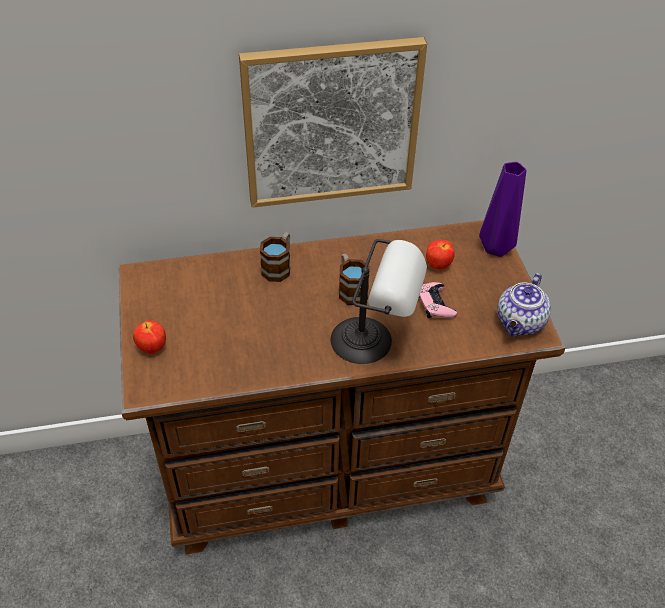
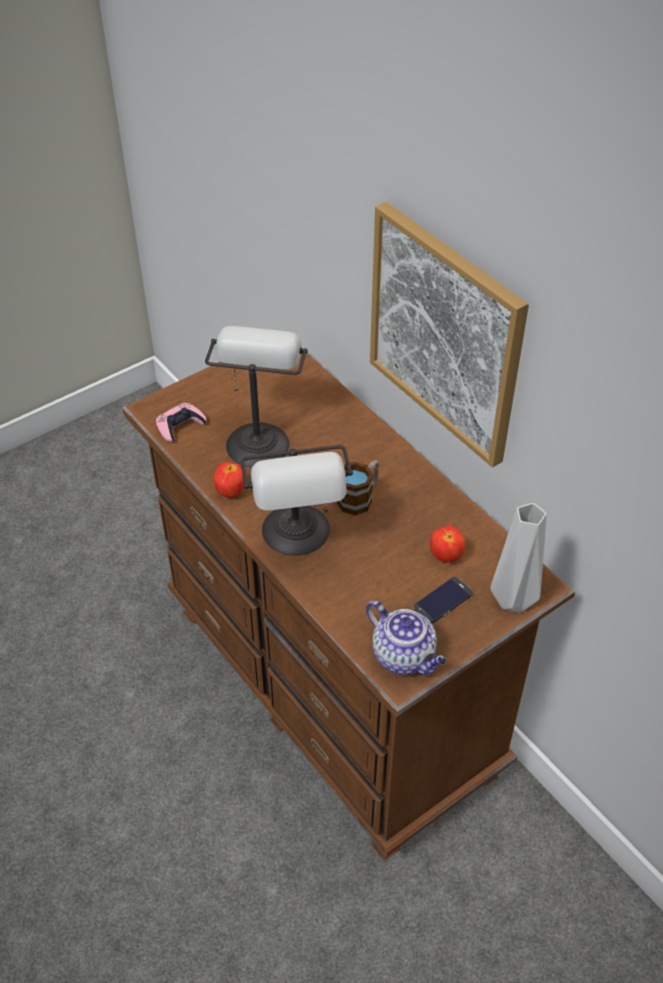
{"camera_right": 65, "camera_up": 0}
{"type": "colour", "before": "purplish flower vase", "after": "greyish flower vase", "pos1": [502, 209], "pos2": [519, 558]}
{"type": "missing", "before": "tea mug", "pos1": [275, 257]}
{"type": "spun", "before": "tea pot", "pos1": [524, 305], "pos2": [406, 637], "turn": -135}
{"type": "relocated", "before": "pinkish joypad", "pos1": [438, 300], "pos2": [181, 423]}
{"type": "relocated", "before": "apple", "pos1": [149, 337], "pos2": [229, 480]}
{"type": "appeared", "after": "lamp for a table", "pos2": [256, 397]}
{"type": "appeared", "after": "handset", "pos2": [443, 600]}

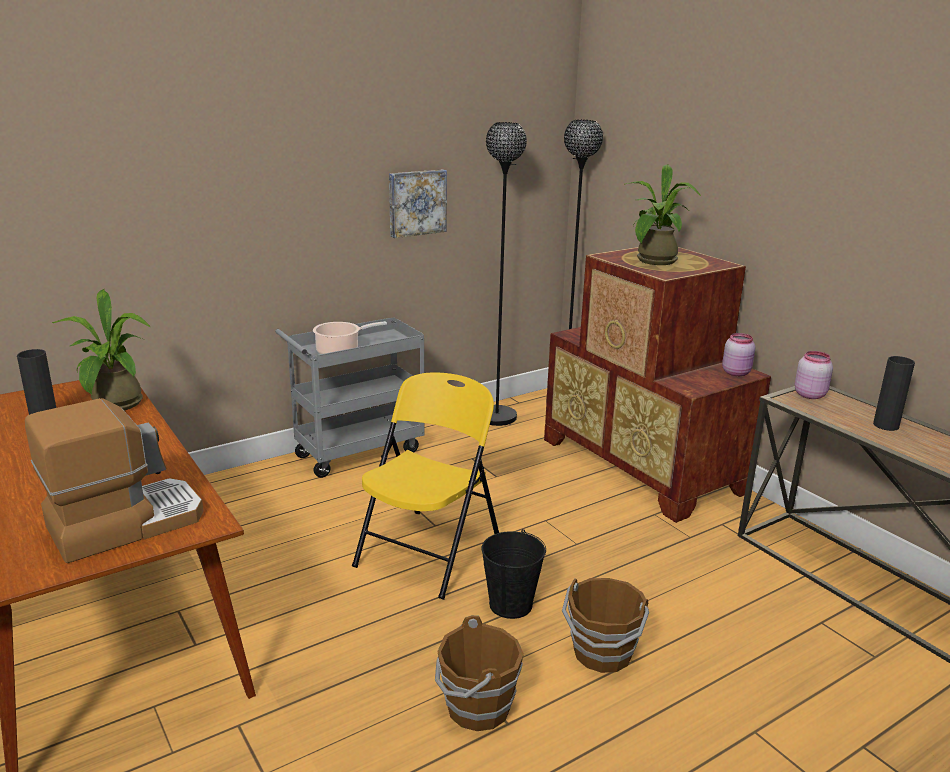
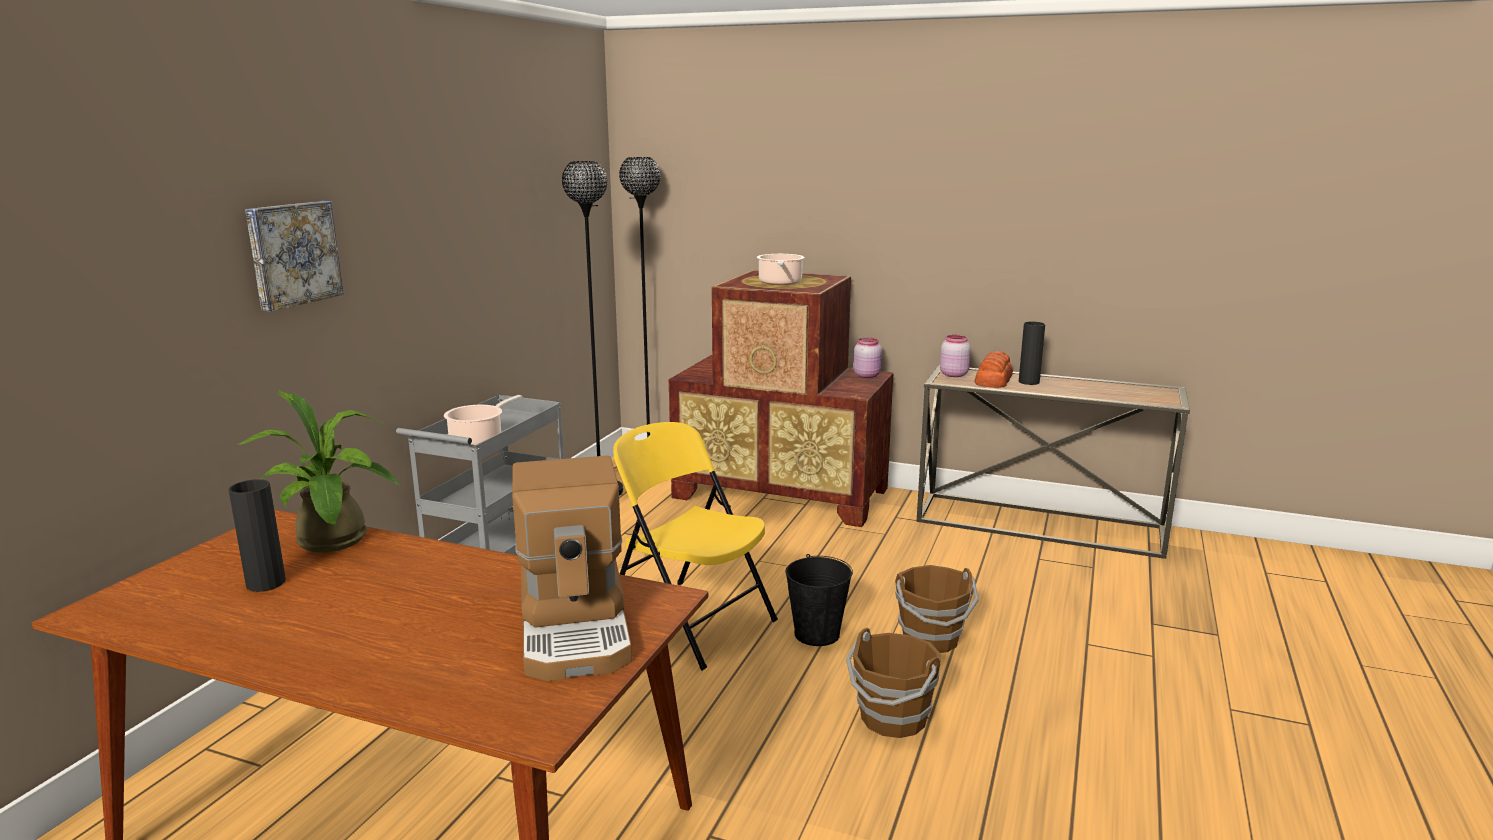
{"camera_right": -35, "camera_up": -5}
{"type": "exchanged", "before": "potted plant", "after": "stockpot", "pos1": [663, 214], "pos2": [781, 269]}
{"type": "relocated", "before": "wall art", "pos1": [418, 203], "pos2": [294, 256]}
{"type": "spun", "before": "yellow-coloured upright chair", "pos1": [425, 486], "pos2": [695, 546], "turn": -45}
{"type": "spun", "before": "coffee maker", "pos1": [114, 480], "pos2": [572, 568], "turn": 150}
{"type": "appeared", "after": "baked bread", "pos2": [993, 369]}

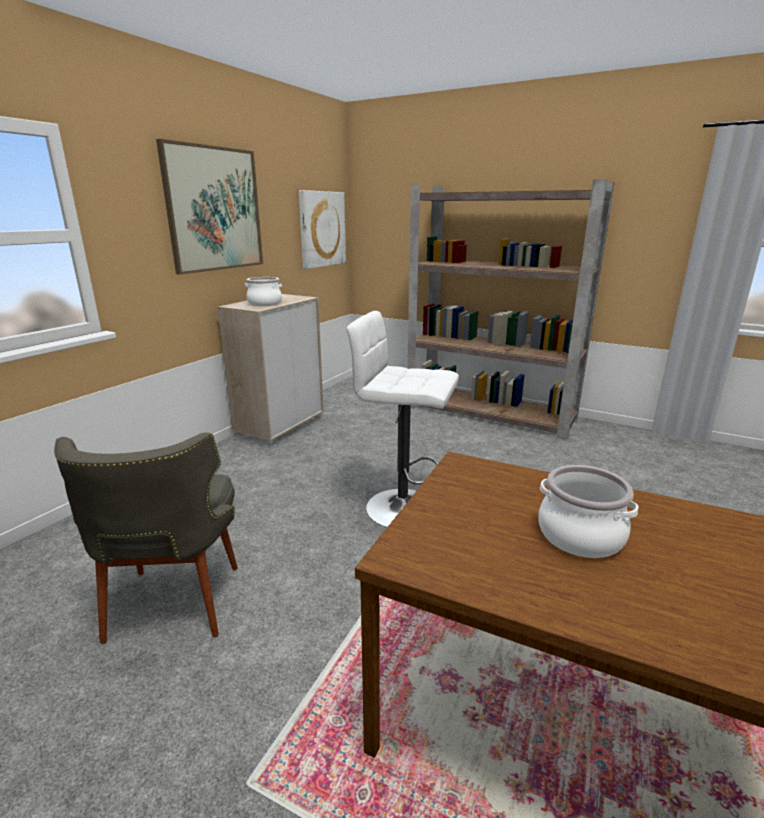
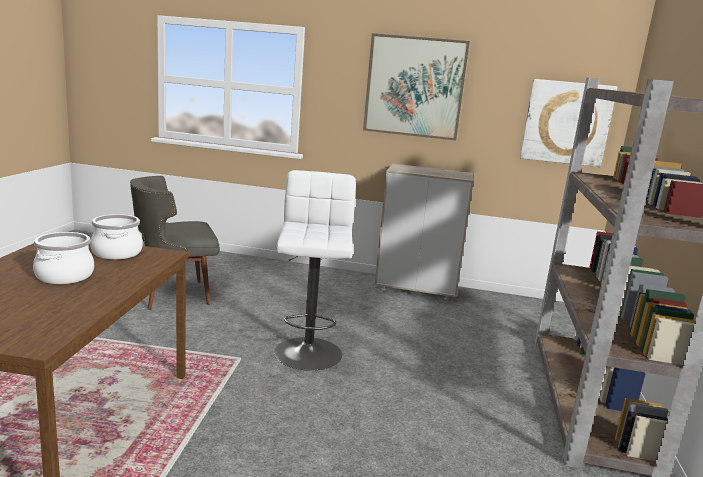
{"camera_right": 70, "camera_up": -5}
{"type": "relocated", "before": "stockpot", "pos1": [263, 291], "pos2": [116, 237]}

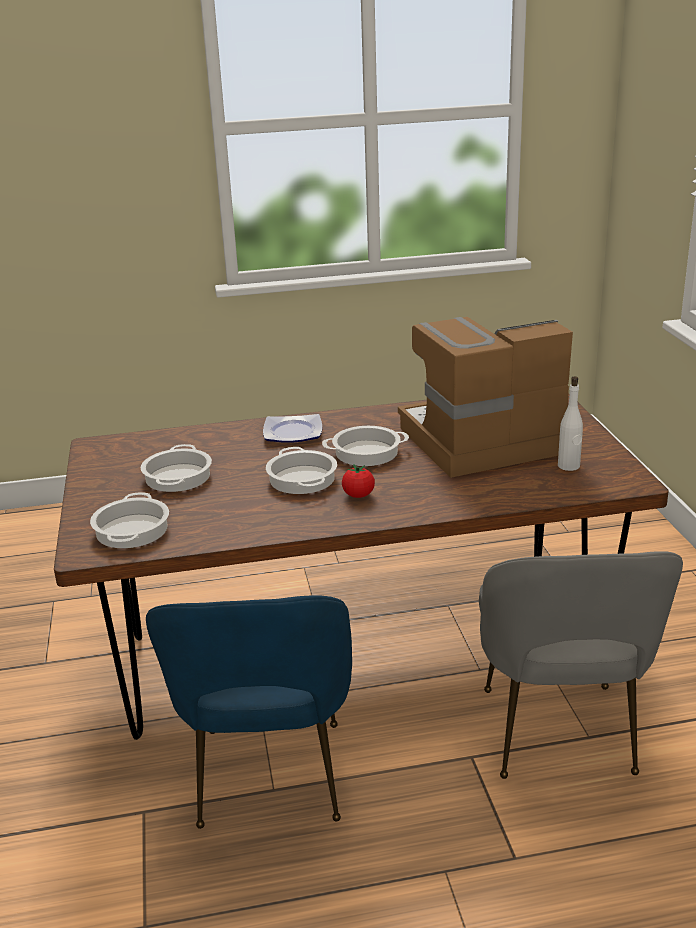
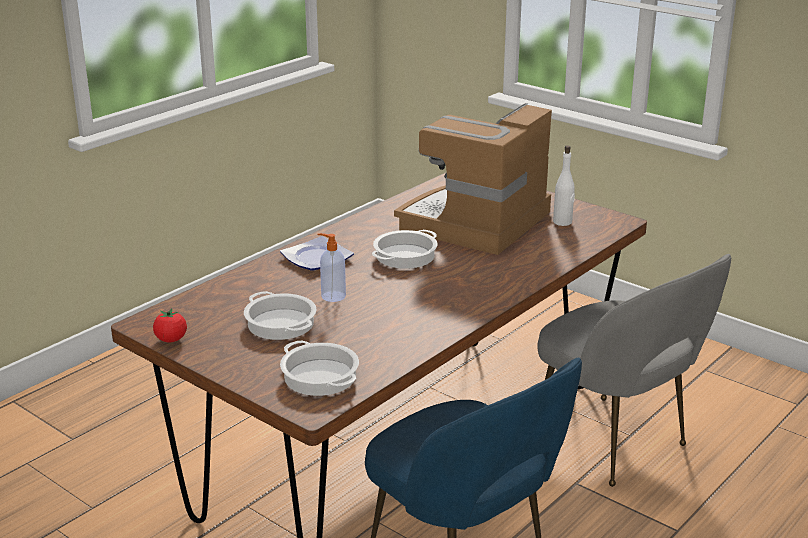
{"camera_right": -40, "camera_up": 0}
{"type": "missing", "before": "stockpot", "pos1": [301, 470]}
{"type": "relocated", "before": "fresh tomato", "pos1": [358, 481], "pos2": [170, 325]}
{"type": "appeared", "after": "soap dispenser", "pos2": [332, 267]}

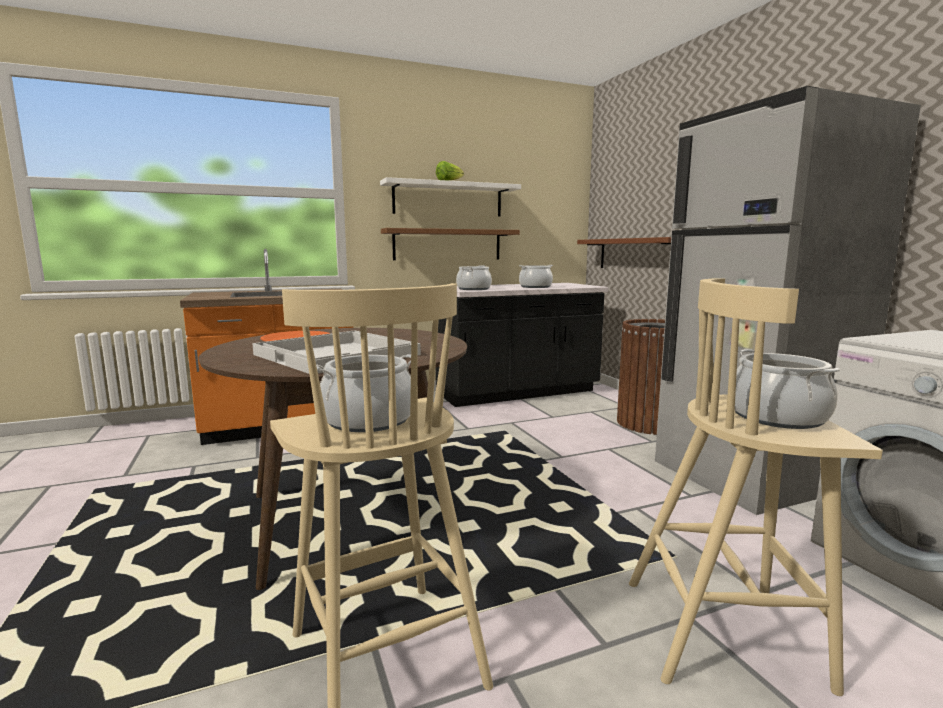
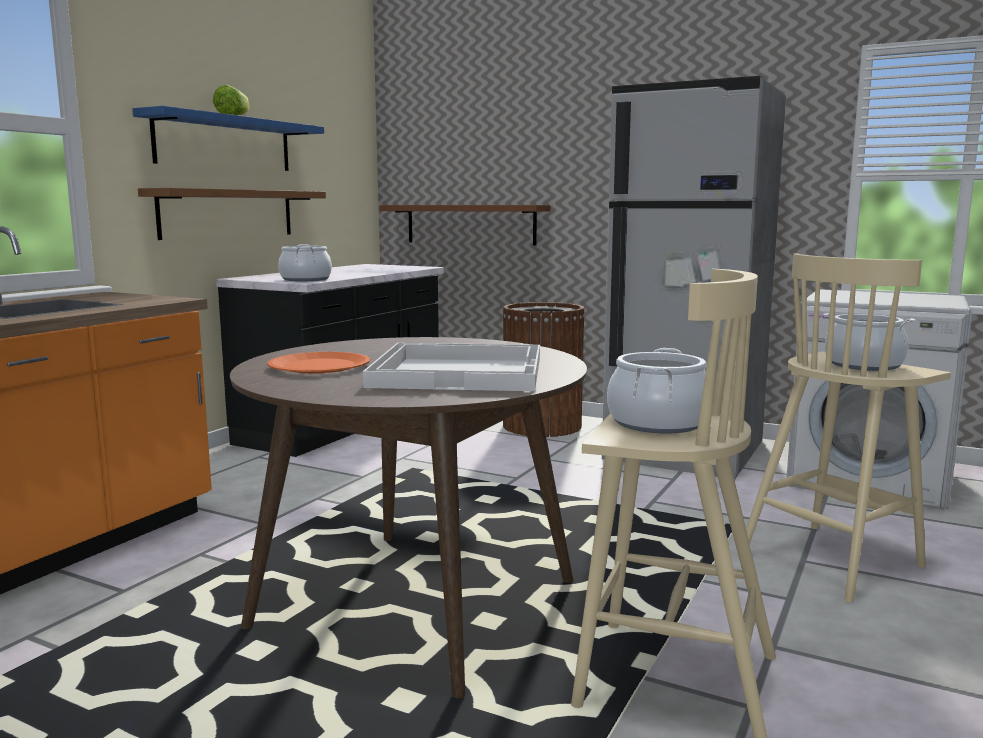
{"camera_right": -40, "camera_up": 0}
{"type": "colour", "before": "white shelf", "after": "blue shelf", "pos1": [450, 196], "pos2": [228, 138]}
{"type": "missing", "before": "stockpot", "pos1": [536, 276]}

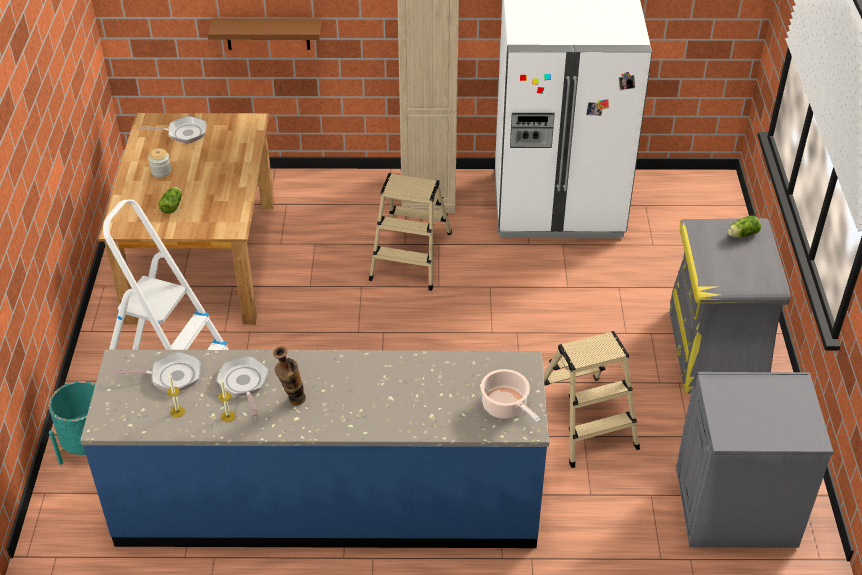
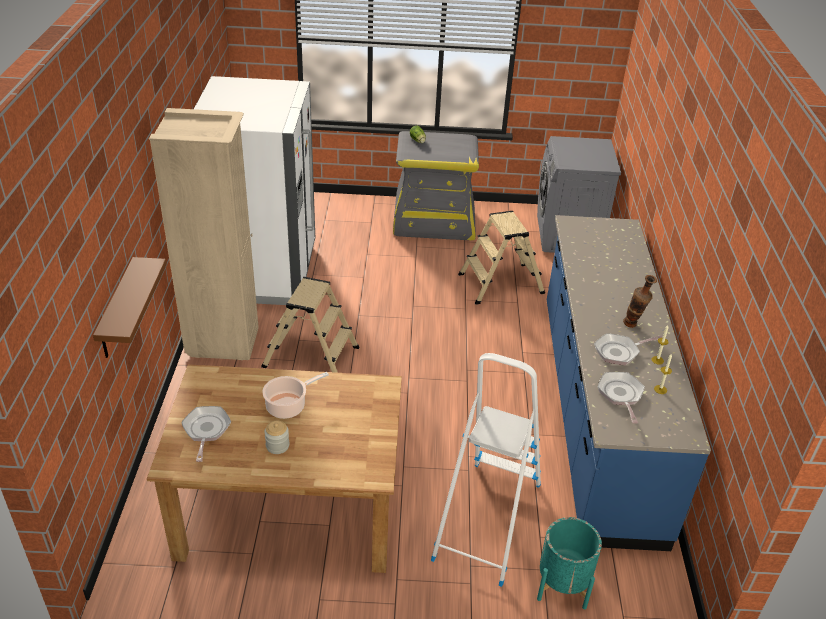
{"camera_right": -90, "camera_up": -5}
{"type": "missing", "before": "lettuce head", "pos1": [170, 200]}
{"type": "relocated", "before": "stockpot", "pos1": [511, 396], "pos2": [295, 395]}

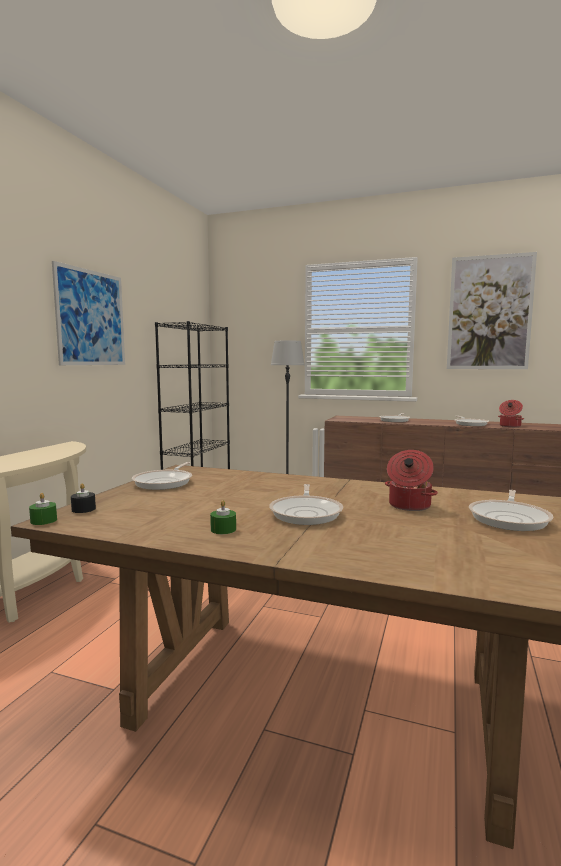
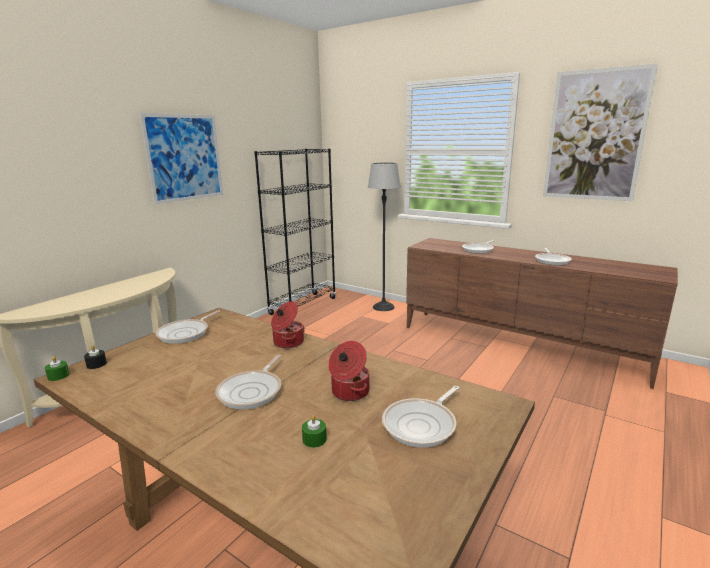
{"camera_right": 15, "camera_up": 10}
{"type": "relocated", "before": "stockpot", "pos1": [511, 413], "pos2": [288, 324]}
{"type": "relocated", "before": "green-coloured wax light", "pos1": [223, 517], "pos2": [314, 431]}

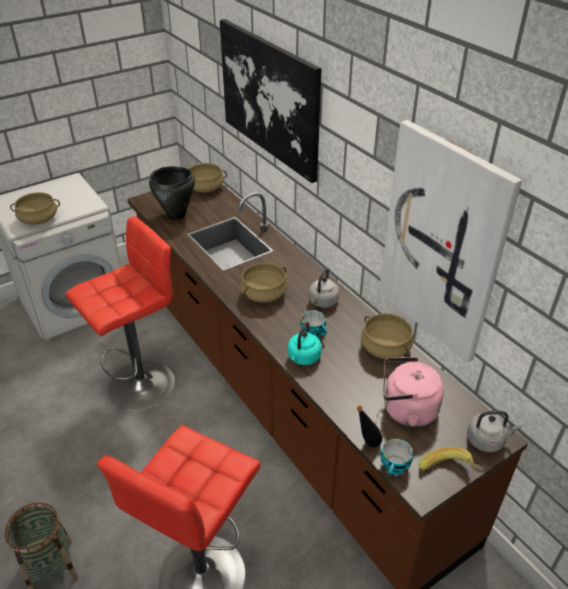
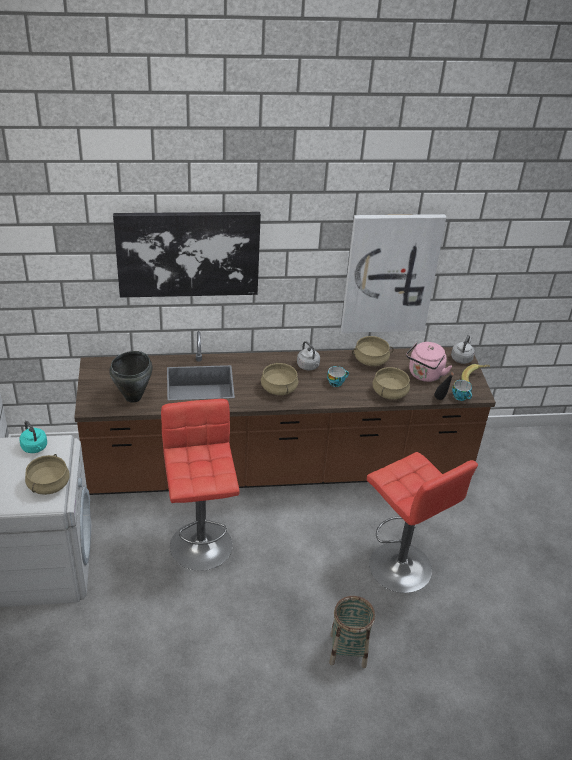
{"camera_right": -65, "camera_up": 0}
{"type": "relocated", "before": "beige-coloured stockpot", "pos1": [207, 178], "pos2": [391, 383]}
{"type": "relocated", "before": "blue-green tea kettle", "pos1": [304, 343], "pos2": [33, 437]}

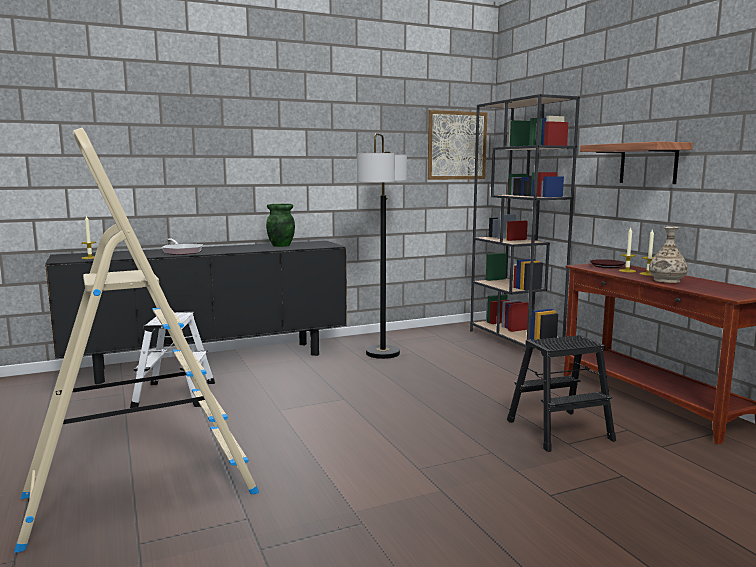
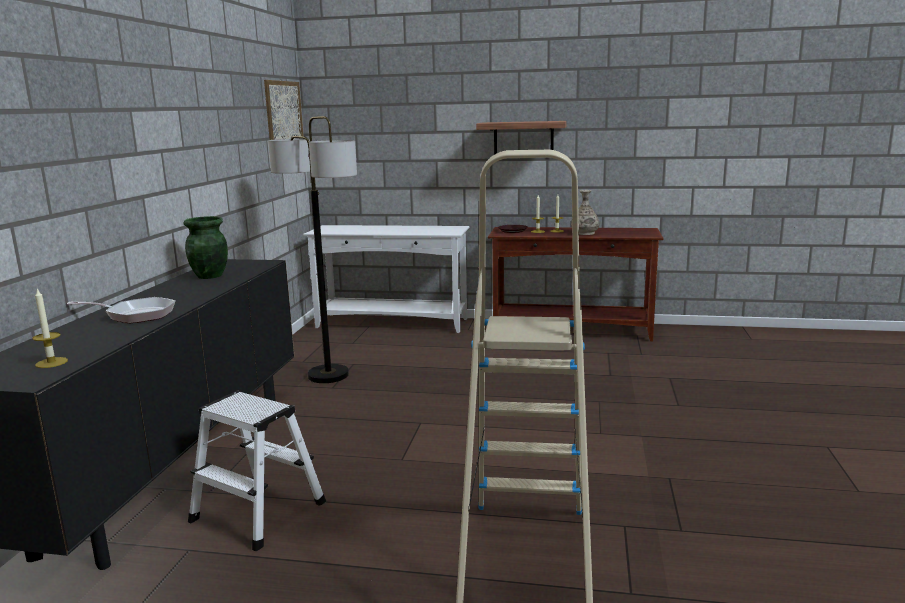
{"camera_right": -55, "camera_up": 5}
{"type": "exchanged", "before": "bookcase", "after": "white narrow table", "pos1": [525, 220], "pos2": [386, 279]}
{"type": "missing", "before": "blackish step ladder", "pos1": [561, 393]}

